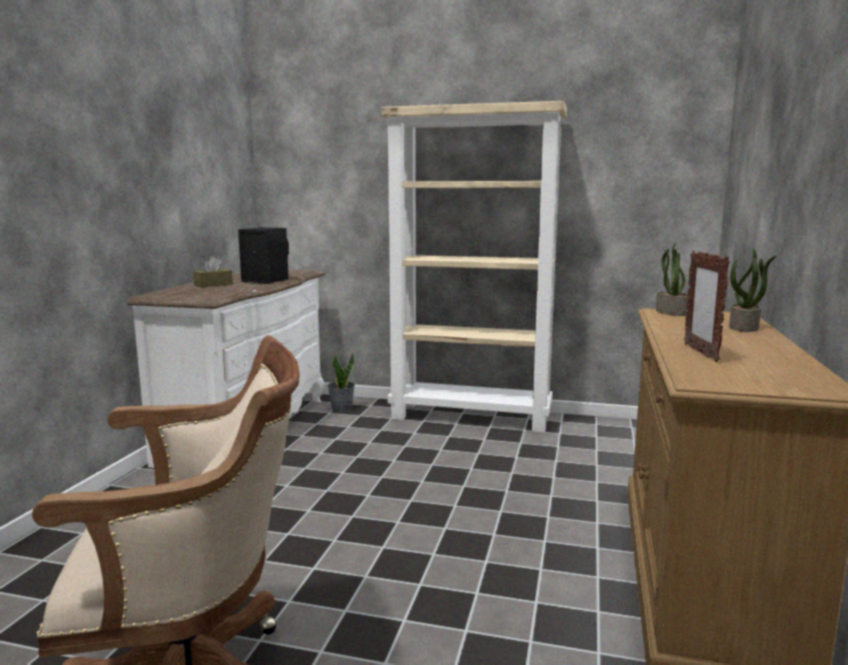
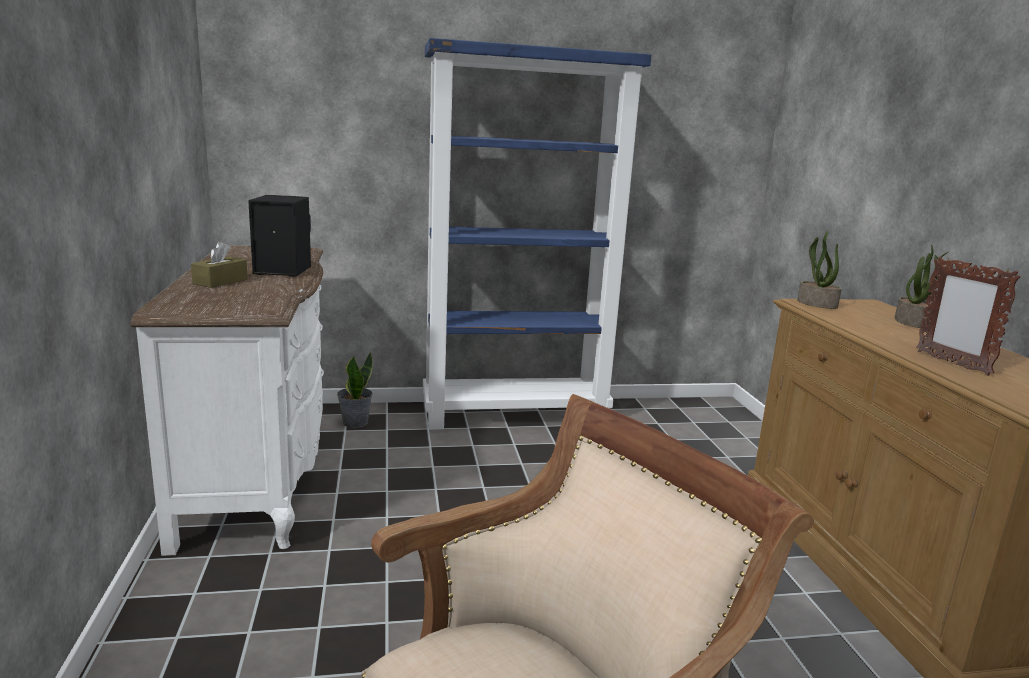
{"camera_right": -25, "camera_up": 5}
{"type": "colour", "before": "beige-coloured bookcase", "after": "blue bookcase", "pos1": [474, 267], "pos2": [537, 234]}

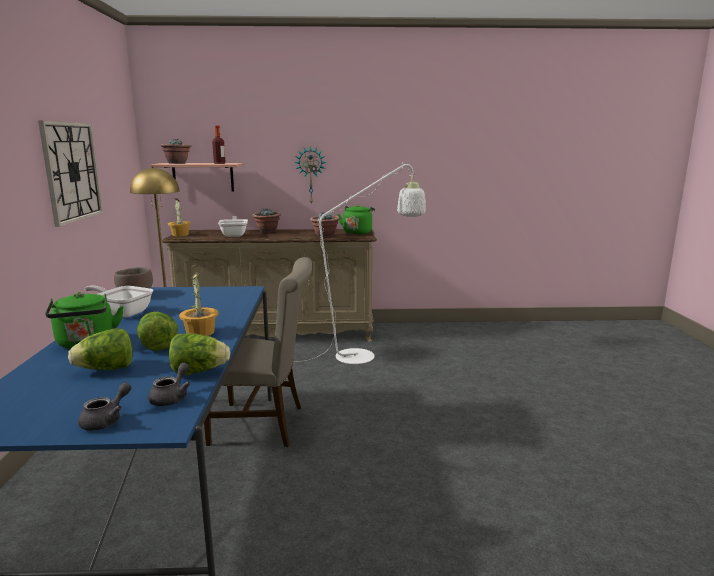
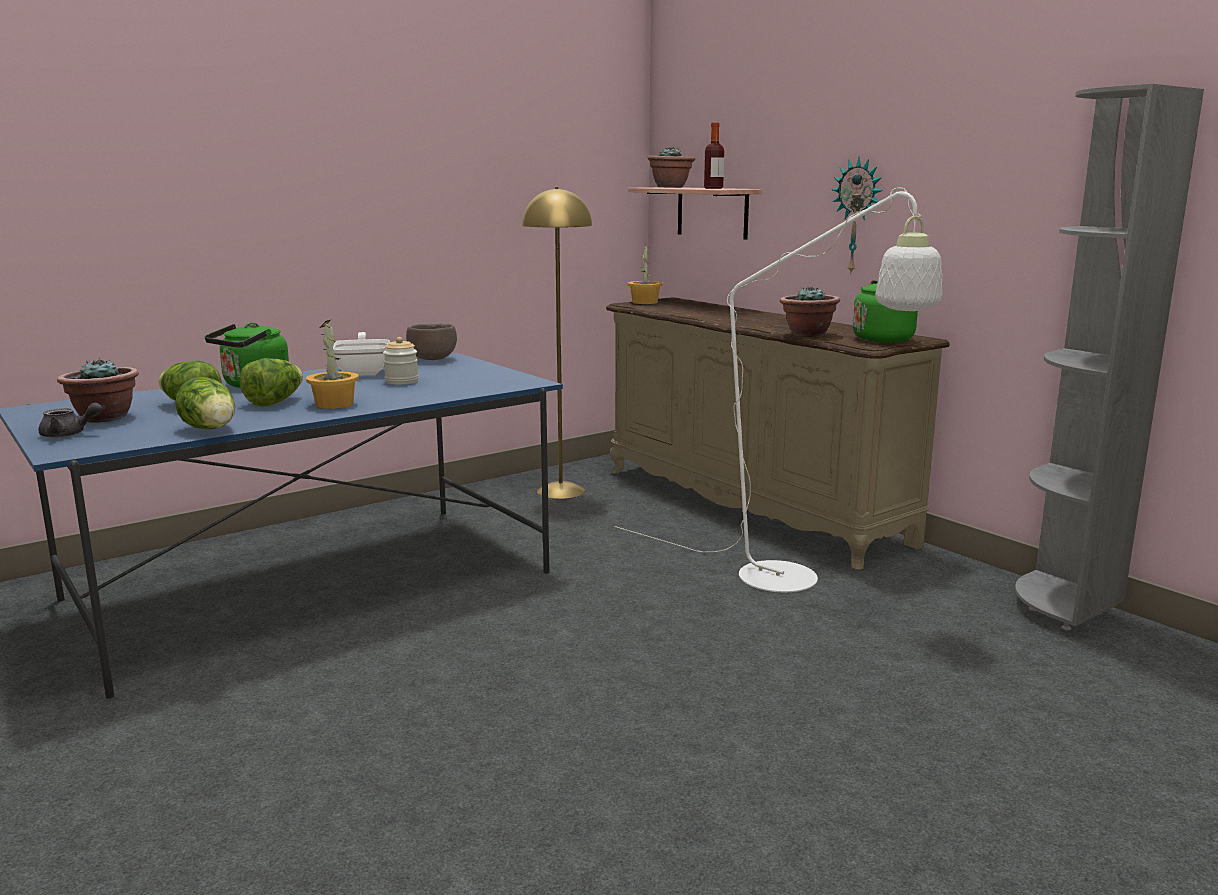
{"camera_right": 55, "camera_up": 0}
{"type": "missing", "before": "wall clock", "pos1": [70, 173]}
{"type": "relocated", "before": "potted plant", "pos1": [266, 221], "pos2": [98, 390]}
{"type": "missing", "before": "frying pan", "pos1": [233, 226]}
{"type": "missing", "before": "beige-coloured upright chair", "pos1": [258, 352]}
{"type": "missing", "before": "greyish tea pot", "pos1": [169, 384]}
{"type": "appeared", "after": "greyish bookcase", "pos2": [1109, 357]}
{"type": "appeared", "after": "jar", "pos2": [401, 361]}

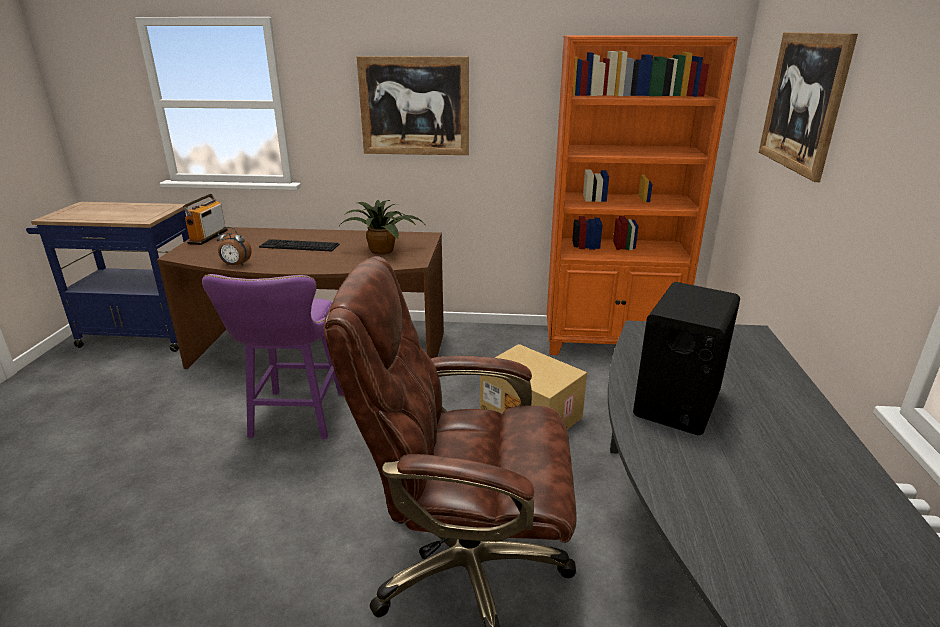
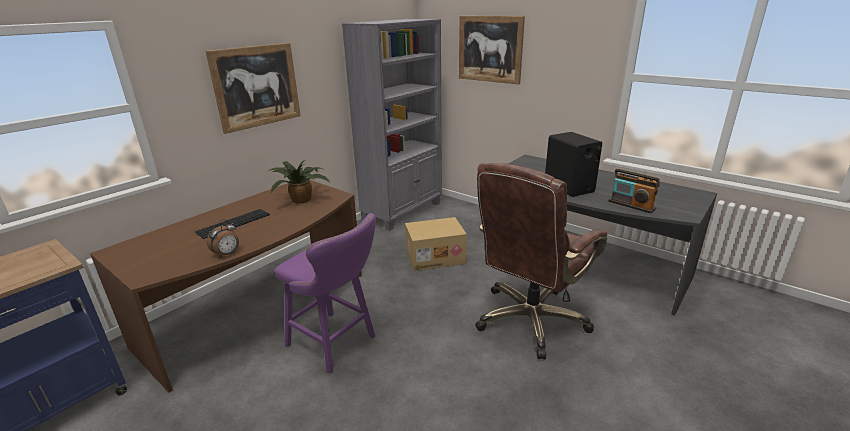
{"camera_right": -55, "camera_up": 0}
{"type": "colour", "before": "orangey bookcase", "after": "greyish bookcase", "pos1": [642, 195], "pos2": [392, 125]}
{"type": "relocated", "before": "radio set", "pos1": [205, 219], "pos2": [634, 191]}

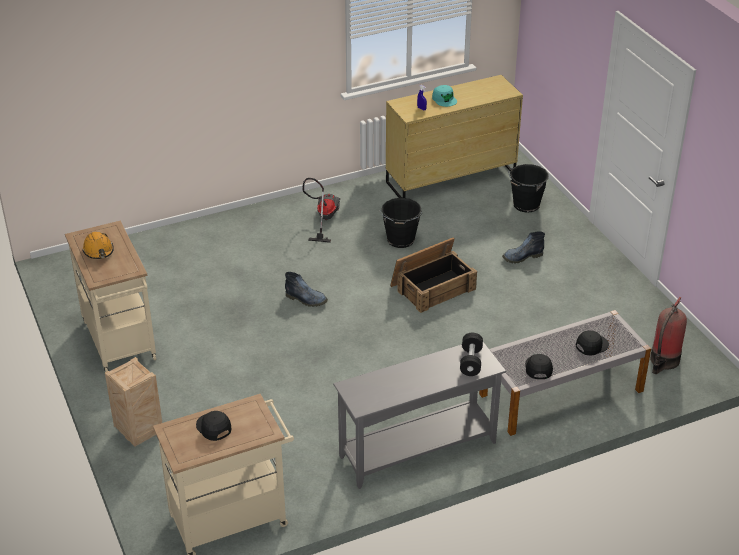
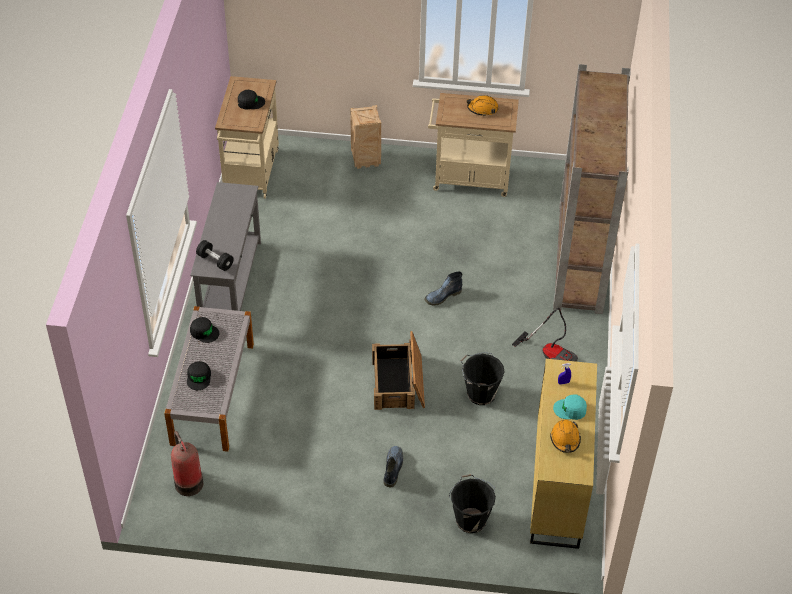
{"camera_right": 120, "camera_up": 10}
{"type": "appeared", "after": "brownish bookcase", "pos2": [592, 189]}
{"type": "appeared", "after": "orangey work helmet", "pos2": [565, 436]}

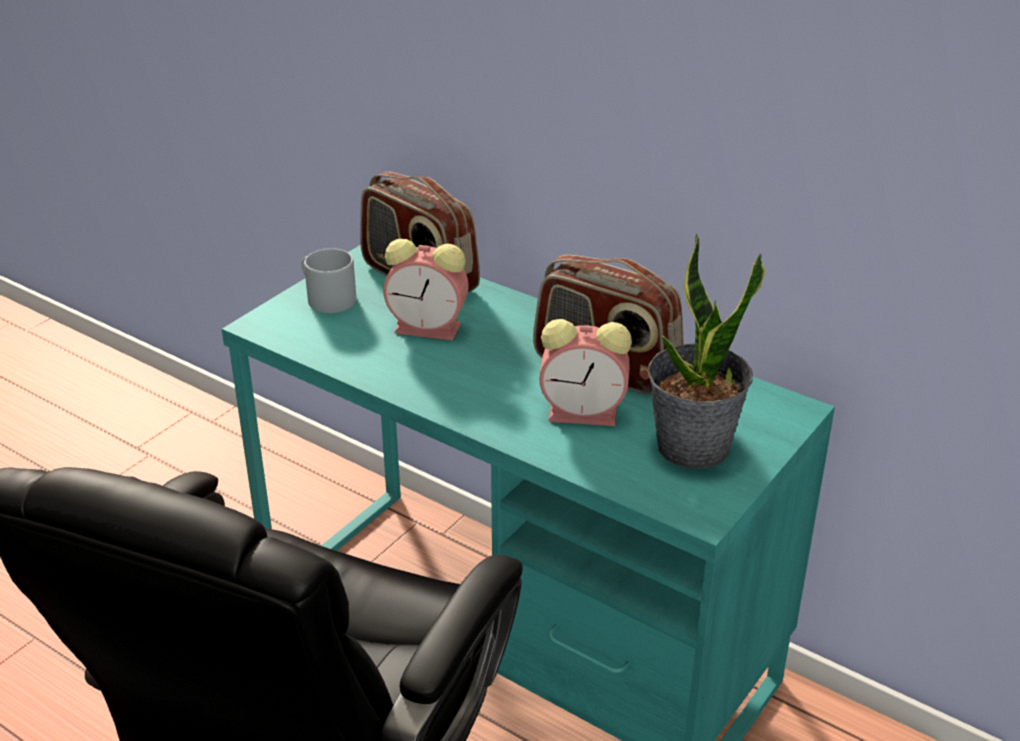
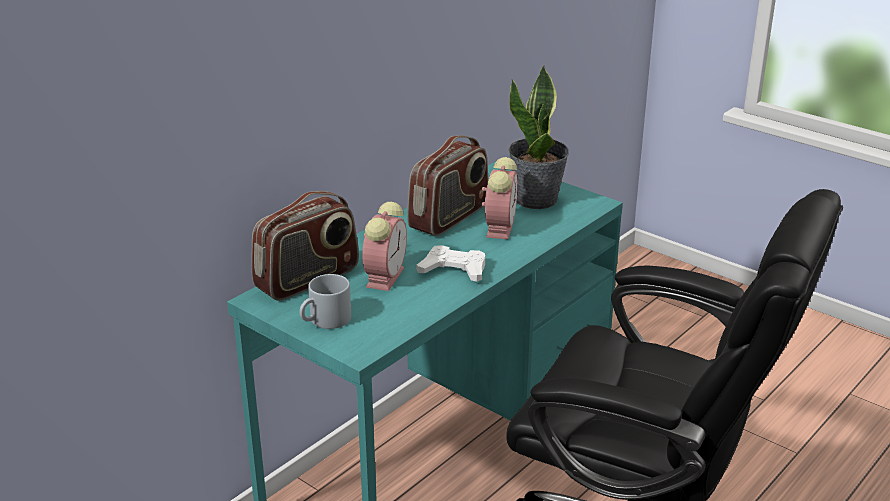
{"camera_right": -85, "camera_up": -5}
{"type": "appeared", "after": "white joypad", "pos2": [450, 263]}

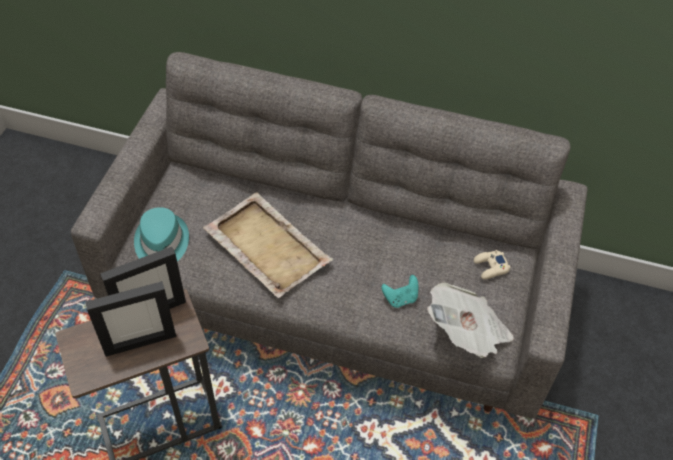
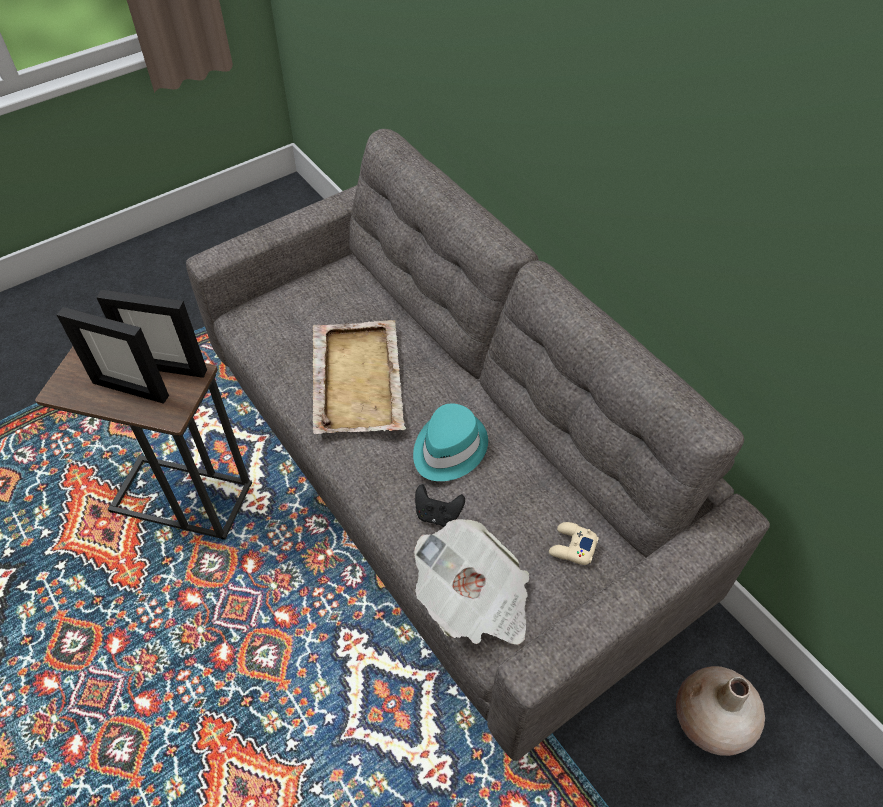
{"camera_right": 40, "camera_up": 0}
{"type": "relocated", "before": "blue-green wearable hat", "pos1": [161, 234], "pos2": [450, 442]}
{"type": "colour", "before": "blue-green joypad", "after": "blackish joypad", "pos1": [399, 291], "pos2": [440, 505]}
{"type": "appeared", "after": "beige-coloured flower vase", "pos2": [720, 711]}

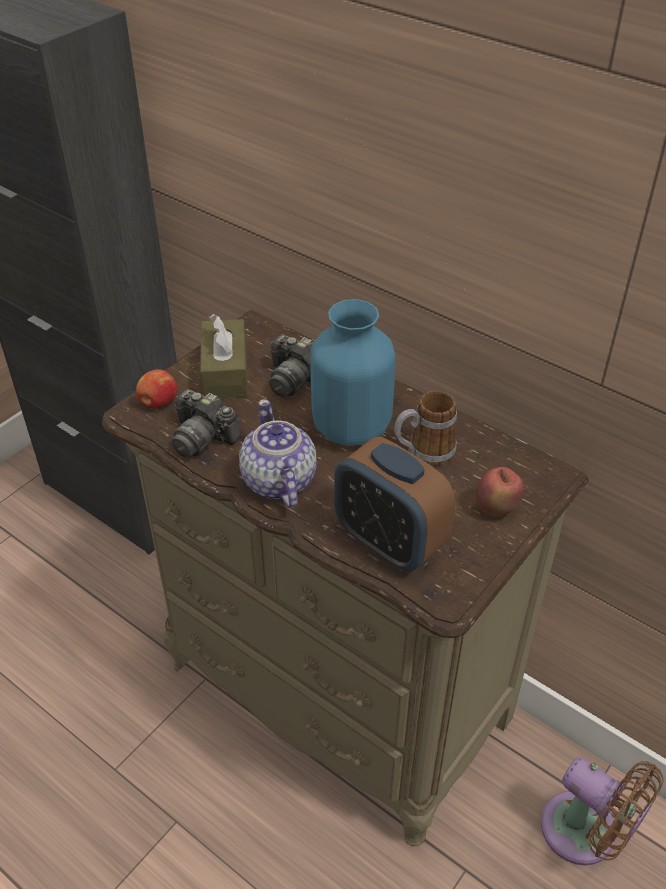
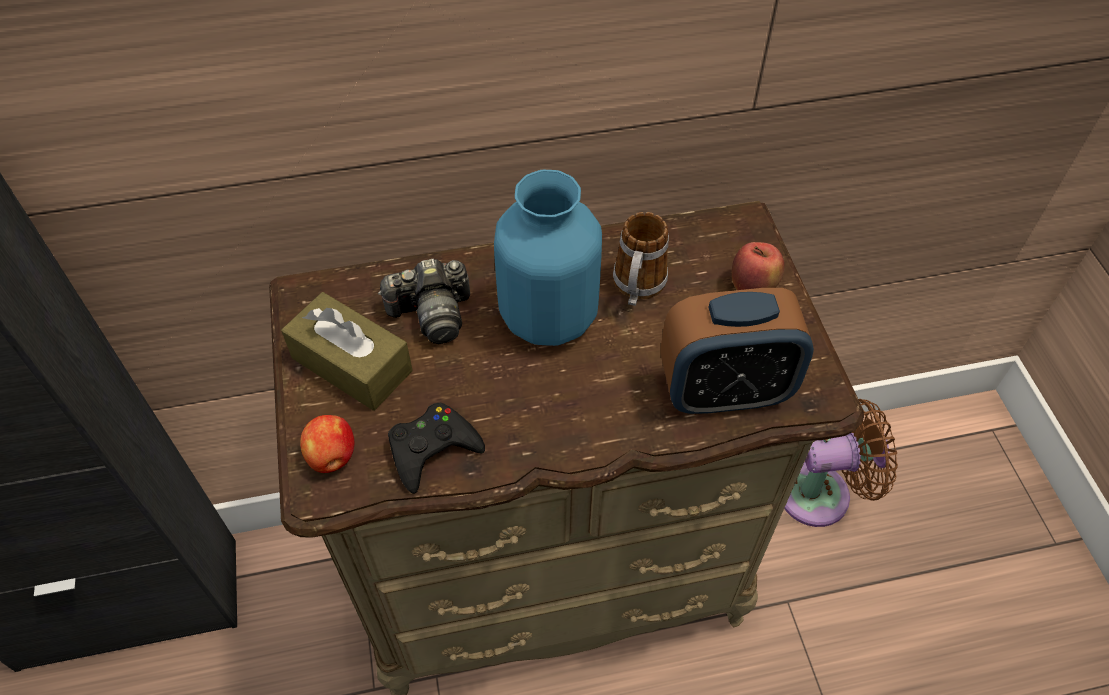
{"camera_right": -50, "camera_up": 10}
{"type": "exchanged", "before": "still camera", "after": "blackish joypad", "pos1": [206, 423], "pos2": [436, 448]}
{"type": "missing", "before": "tea pot", "pos1": [278, 453]}

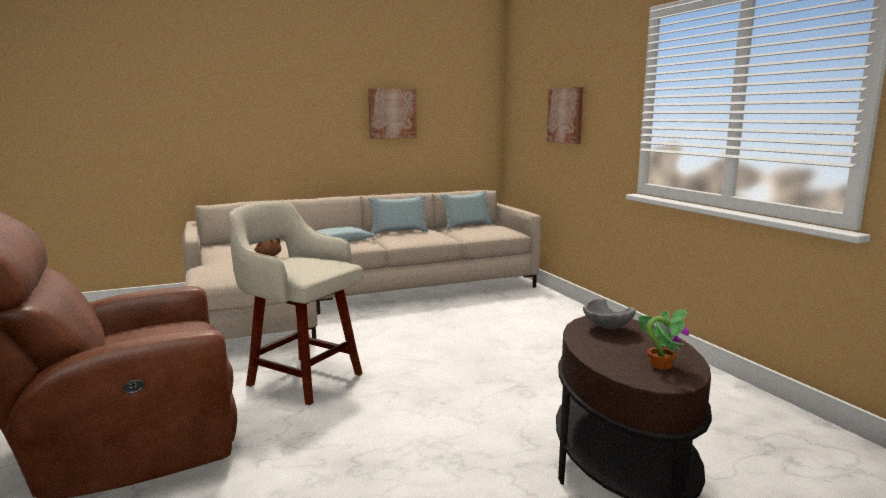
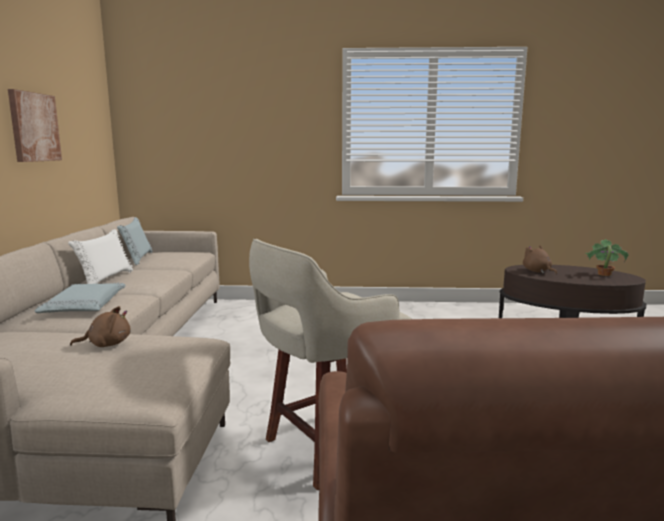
{"camera_right": -65, "camera_up": 0}
{"type": "missing", "before": "wall art", "pos1": [565, 115]}
{"type": "colour", "before": "blue cushion", "after": "white cushion", "pos1": [398, 214], "pos2": [100, 256]}
{"type": "exchanged", "before": "greyish serving bowl", "after": "brownish soft toy", "pos1": [609, 314], "pos2": [540, 260]}

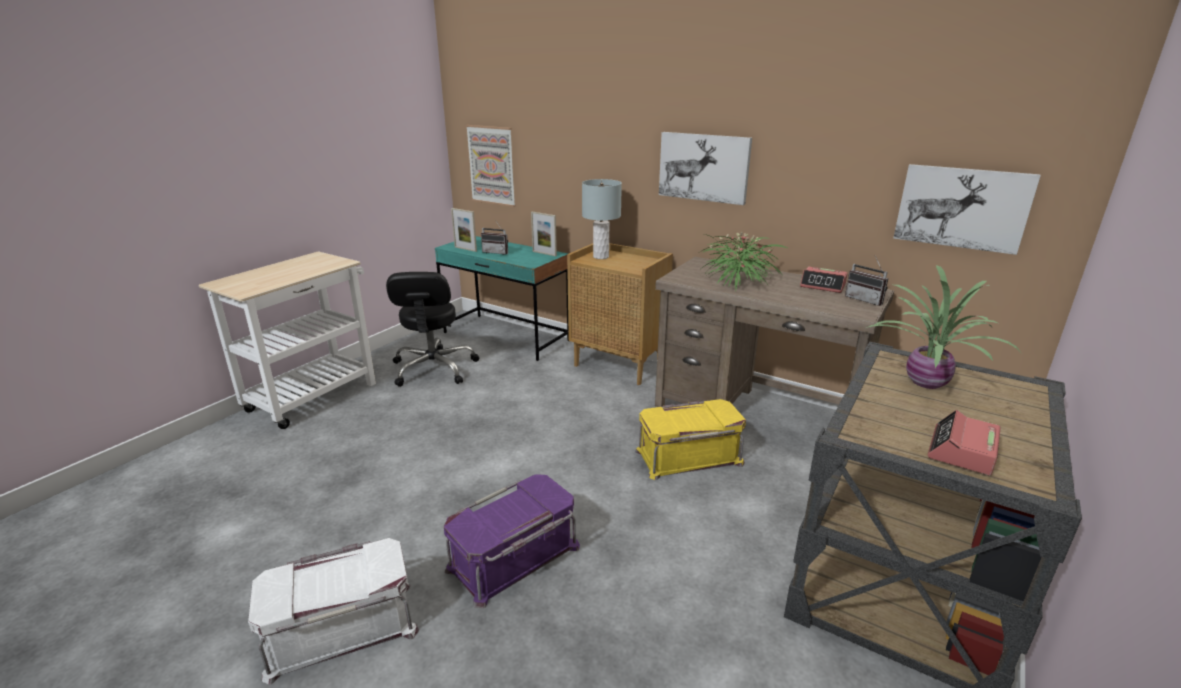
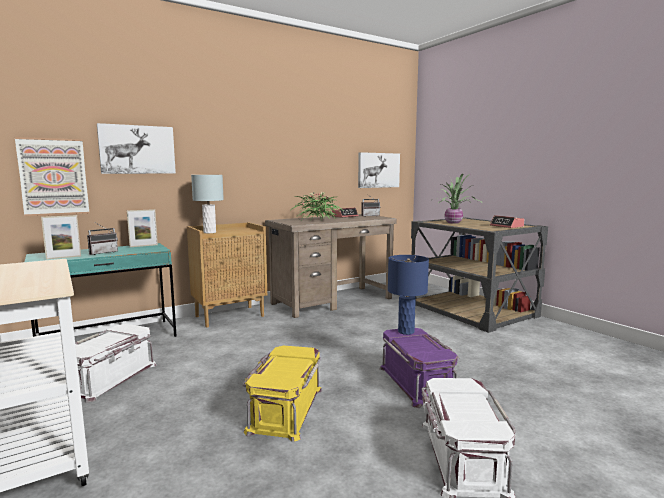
{"camera_right": -65, "camera_up": -15}
{"type": "relocated", "before": "wall art", "pos1": [705, 168], "pos2": [136, 148]}
{"type": "exchanged", "before": "blackish desk chair", "after": "white storage container", "pos1": [432, 329], "pos2": [115, 363]}
{"type": "relocated", "before": "yellow-coloured storage container", "pos1": [690, 439], "pos2": [282, 394]}
{"type": "appeared", "after": "blue lamp for a table", "pos2": [408, 295]}

